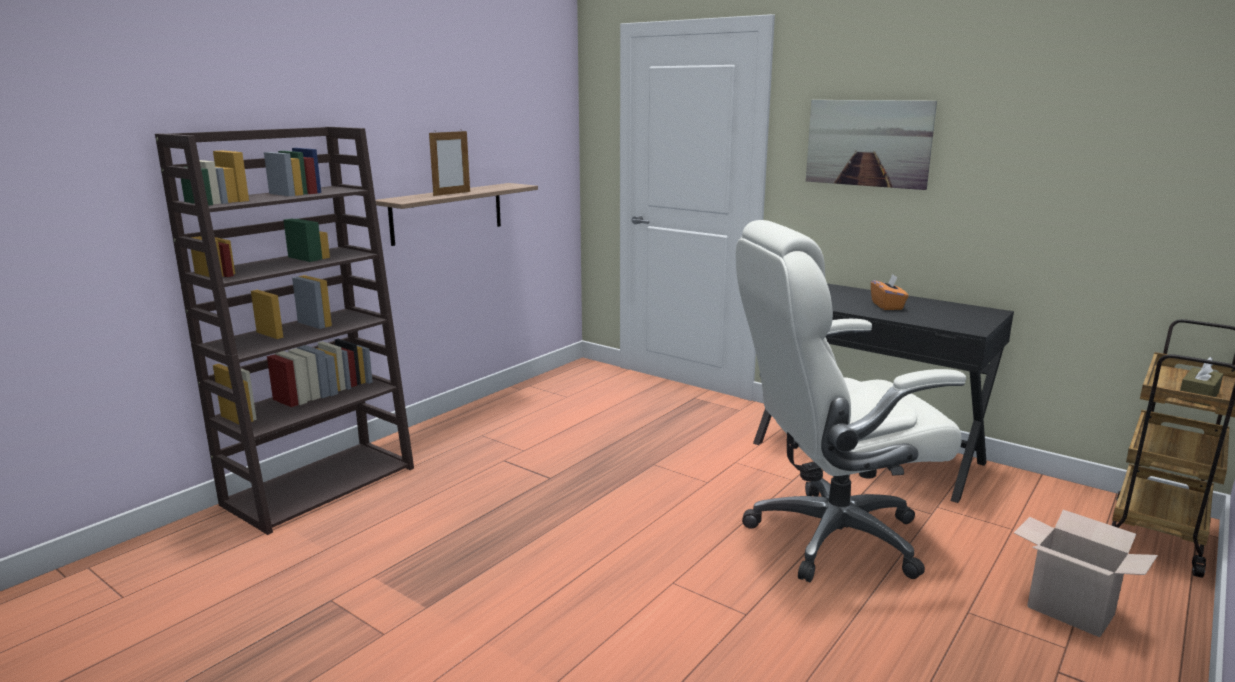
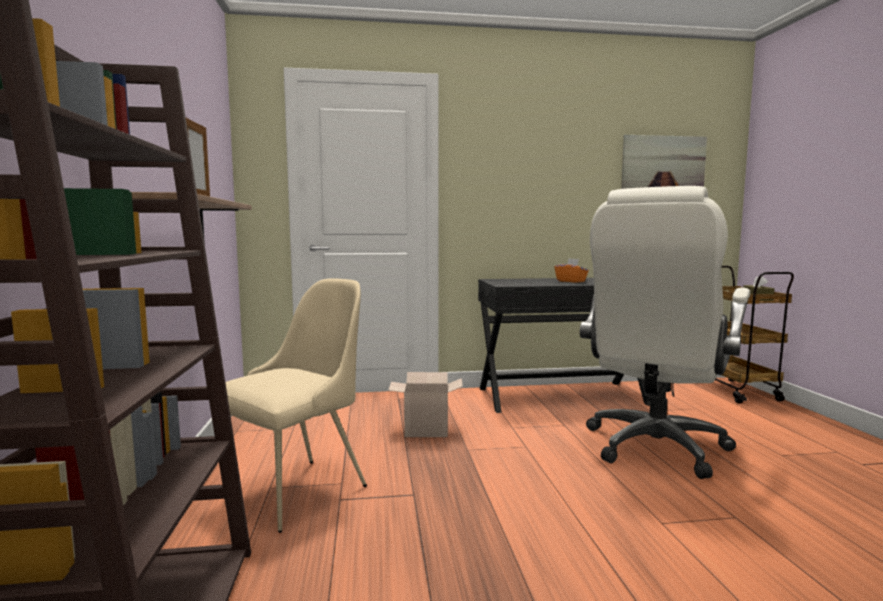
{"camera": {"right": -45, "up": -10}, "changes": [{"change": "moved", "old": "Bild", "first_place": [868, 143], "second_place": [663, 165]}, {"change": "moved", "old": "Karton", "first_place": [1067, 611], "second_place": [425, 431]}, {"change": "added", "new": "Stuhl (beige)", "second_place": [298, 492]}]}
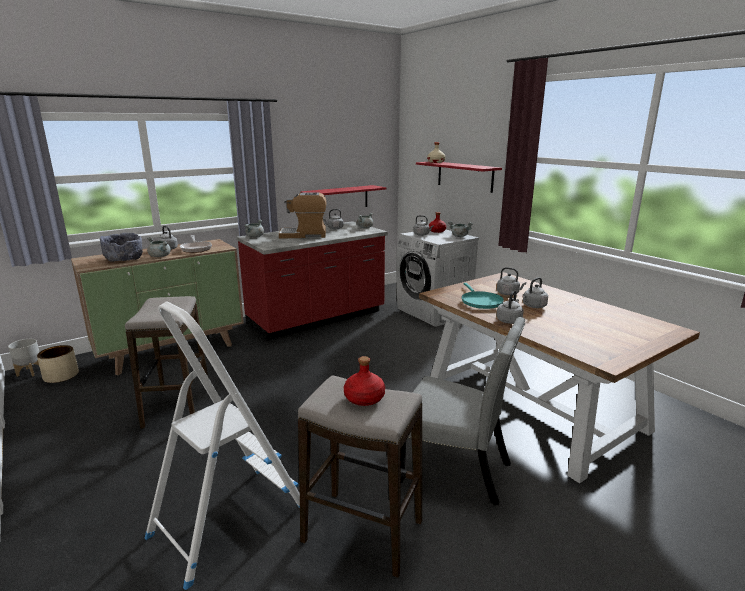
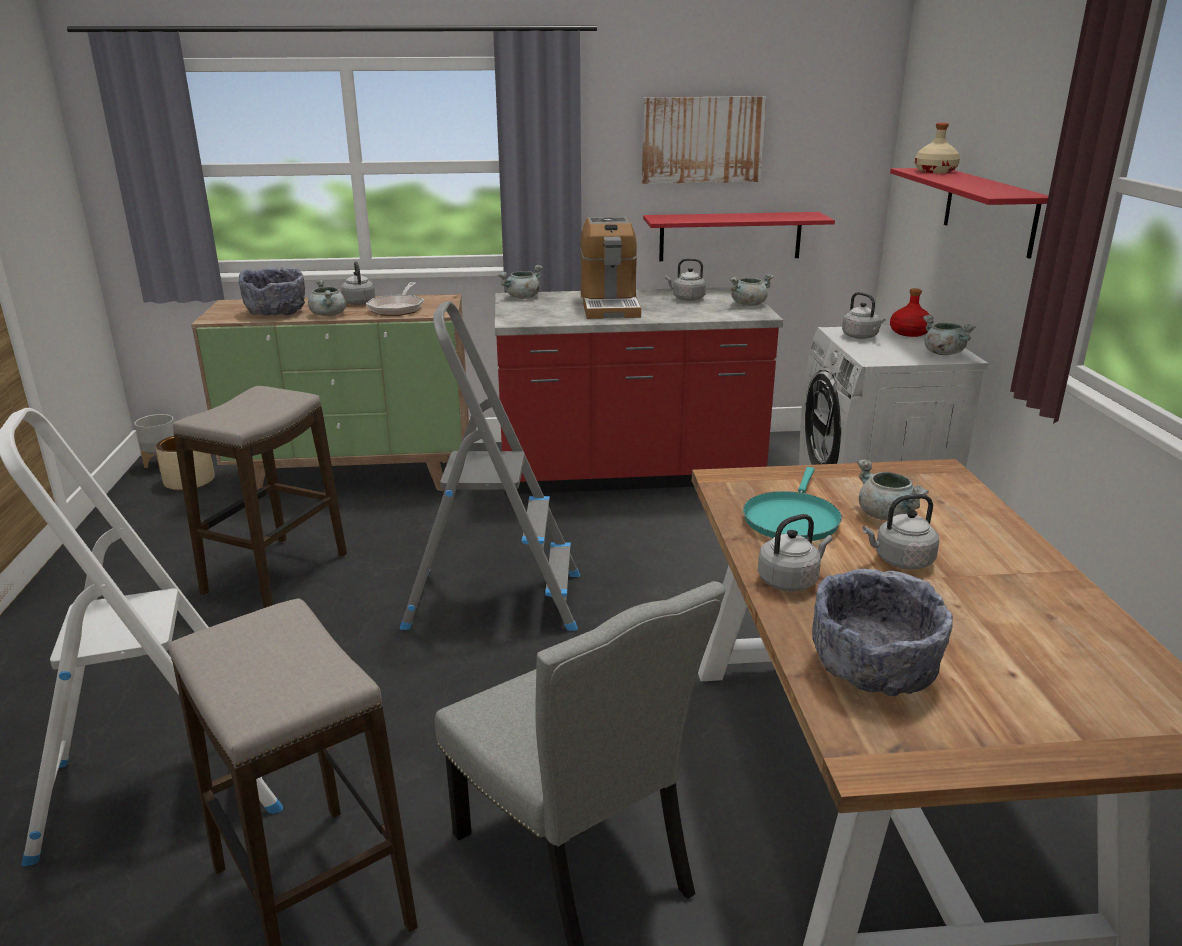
{"camera": {"right": 30, "up": 5}, "changes": [{"change": "turned", "old": "Kaffeemaschine", "first_place": [304, 235], "second_place": [609, 305], "degrees": -120}, {"change": "removed", "old": "Flasche (rot)", "first_place": [364, 398]}, {"change": "replaced", "old": "Wasserkessel (grau)", "new": "Kochtopf (grau)", "first_place": [509, 293], "second_place": [887, 515]}, {"change": "added", "new": "Trittleiter (grau)", "second_place": [496, 600]}, {"change": "added", "new": "Bild", "second_place": [702, 140]}, {"change": "added", "new": "Schüssel (grau)", "second_place": [874, 668]}]}
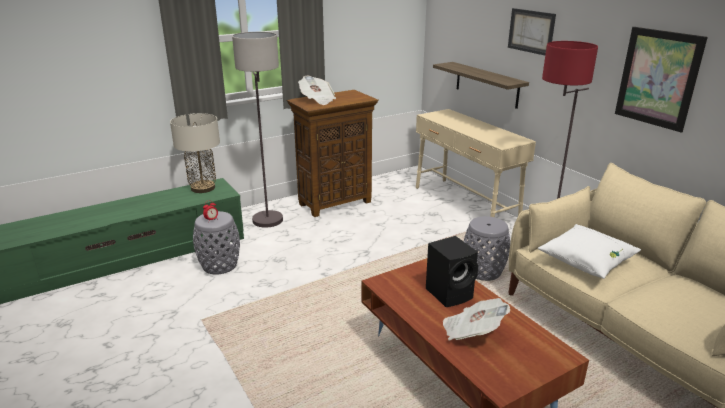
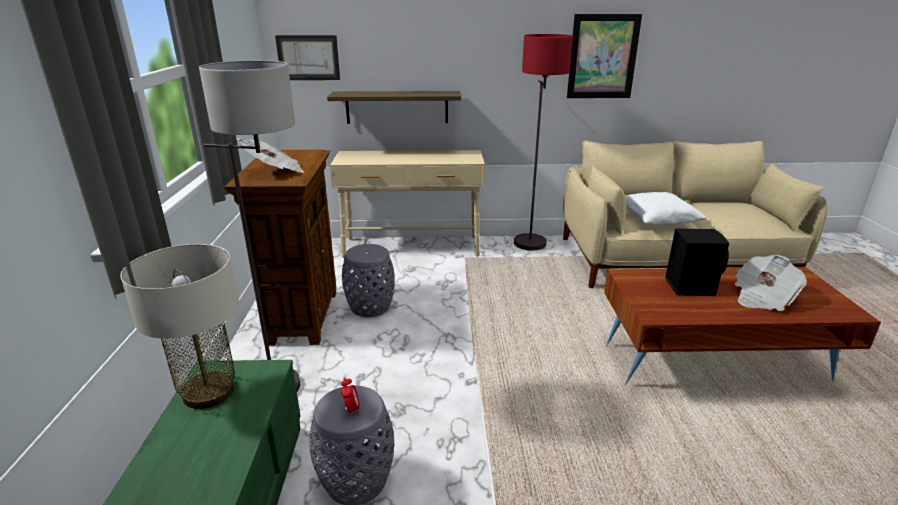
{"camera": {"right": -60, "up": 0}, "changes": [{"change": "moved", "old": "Hocker (grau)", "first_place": [483, 271], "second_place": [370, 307]}, {"change": "moved", "old": "Bild", "first_place": [531, 31], "second_place": [308, 57]}]}
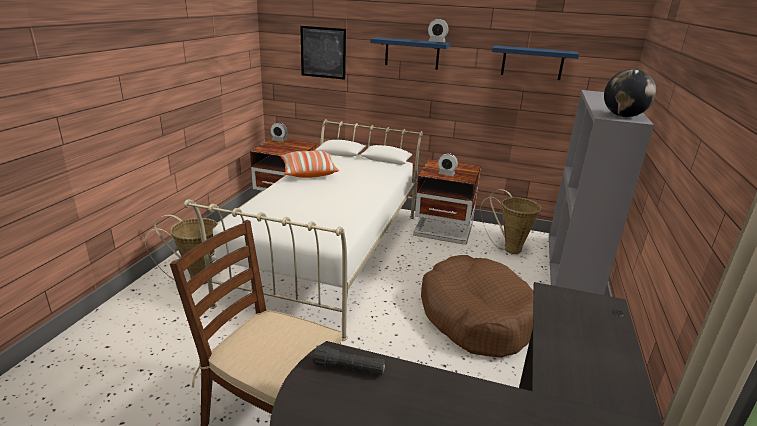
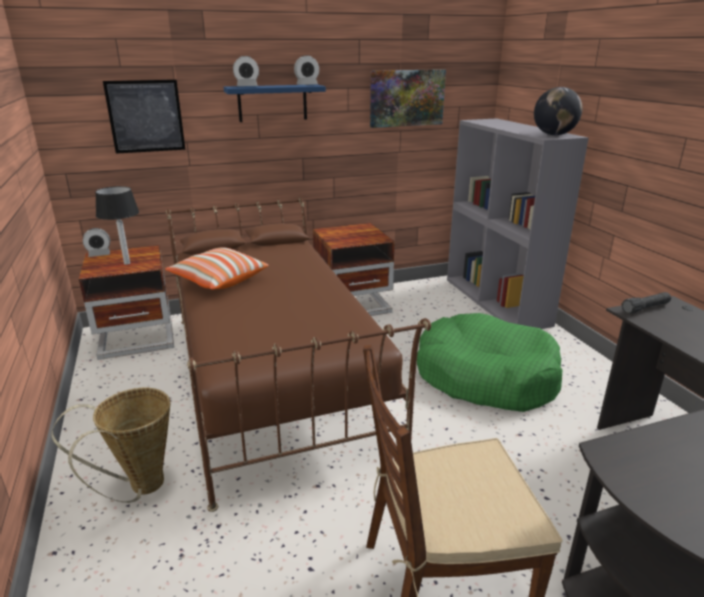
{"camera": {"right": -35, "up": 0}, "changes": [{"change": "recoloured", "old": "Bett (weiß)", "new": "Bett (braun)", "first_place": [329, 255], "second_place": [273, 378]}, {"change": "moved", "old": "Taschenlampe (schwarz)", "first_place": [349, 368], "second_place": [645, 308]}, {"change": "recoloured", "old": "Hundebett (braun)", "new": "Hundebett (grün)", "first_place": [476, 317], "second_place": [485, 376]}, {"change": "moved", "old": "Wecker", "first_place": [446, 174], "second_place": [247, 86]}, {"change": "removed", "old": "Korb", "first_place": [508, 249]}, {"change": "replaced", "old": "Wandregal (blau)", "new": "Bild", "first_place": [532, 63], "second_place": [406, 98]}, {"change": "added", "new": "Tischlampe", "second_place": [127, 263]}]}
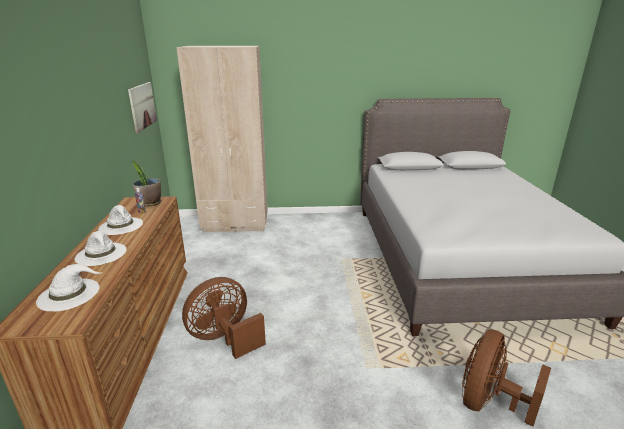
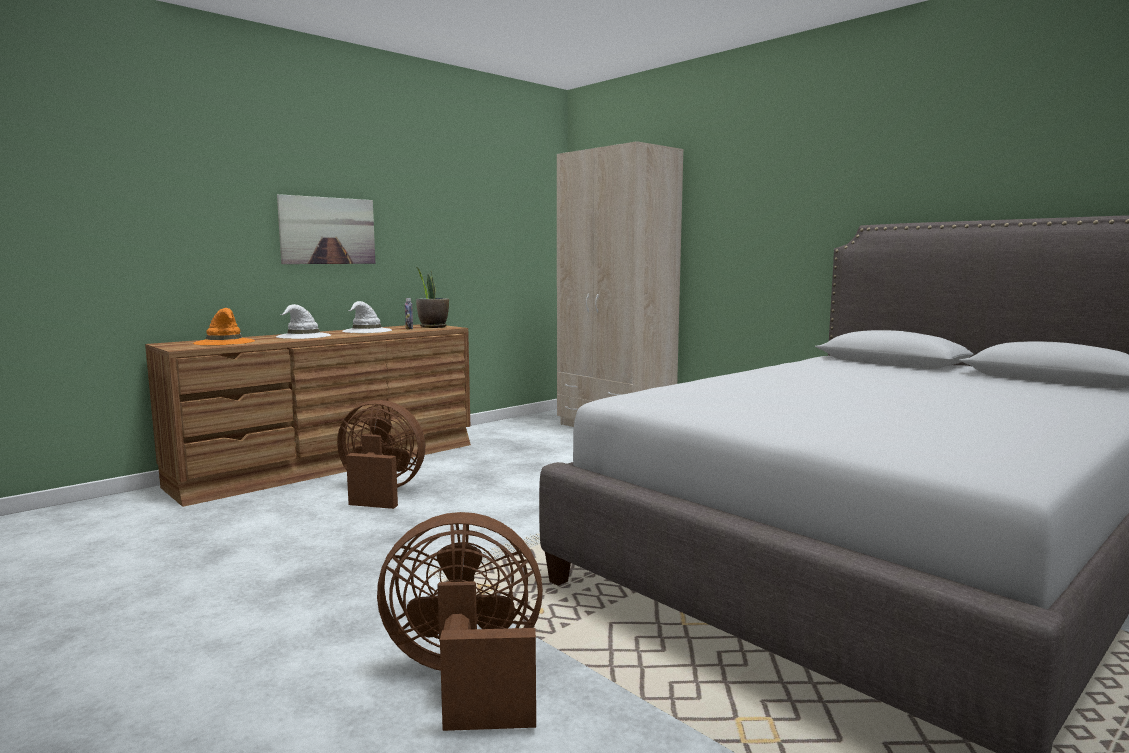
{"camera": {"right": 50, "up": -15}, "changes": [{"change": "recoloured", "old": "Hut (weiß)", "new": "Hut (orange)", "first_place": [69, 294], "second_place": [225, 342]}, {"change": "moved", "old": "Bild", "first_place": [142, 106], "second_place": [327, 230]}]}
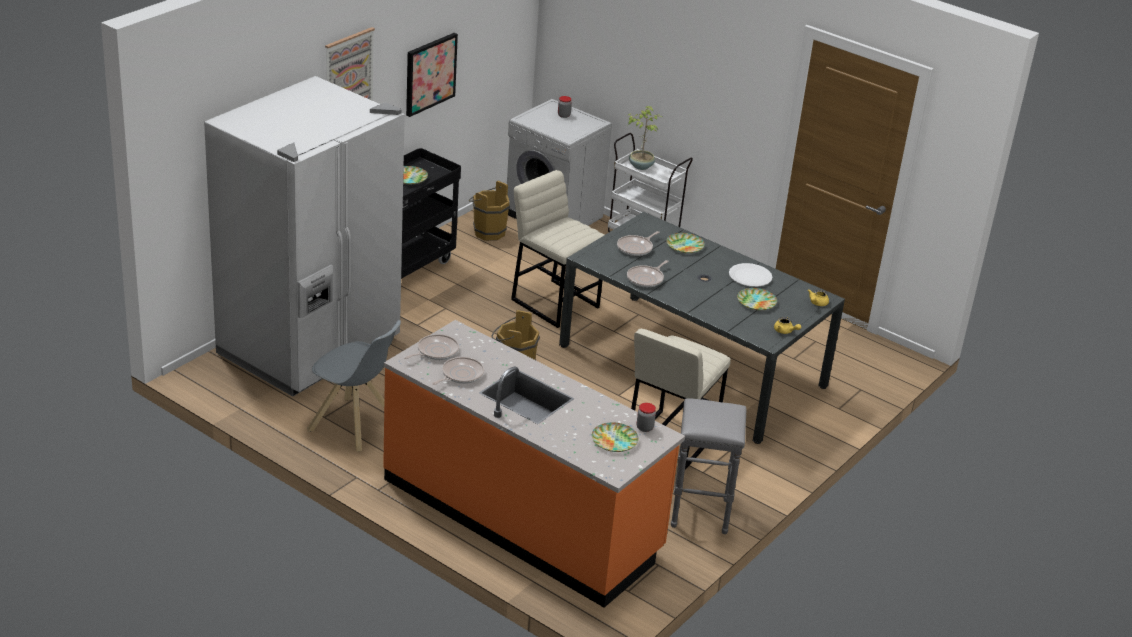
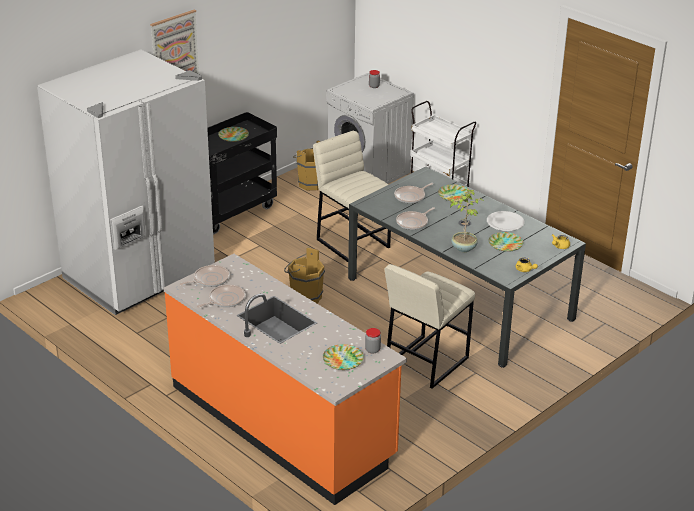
{"camera": {"right": 10, "up": 0}, "changes": [{"change": "removed", "old": "Stuhl (grau)", "first_place": [355, 425]}, {"change": "removed", "old": "Bild", "first_place": [430, 73]}, {"change": "moved", "old": "Topfpflanze", "first_place": [641, 166], "second_place": [464, 248]}, {"change": "removed", "old": "Hocker (grau)", "first_place": [701, 514]}]}
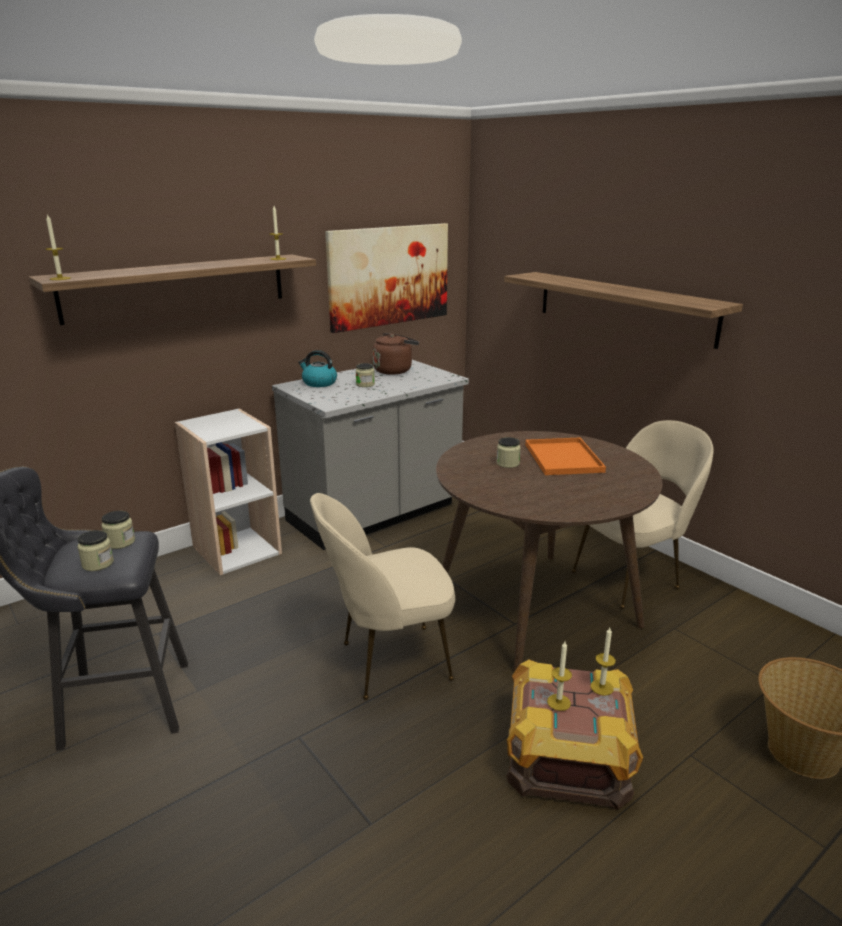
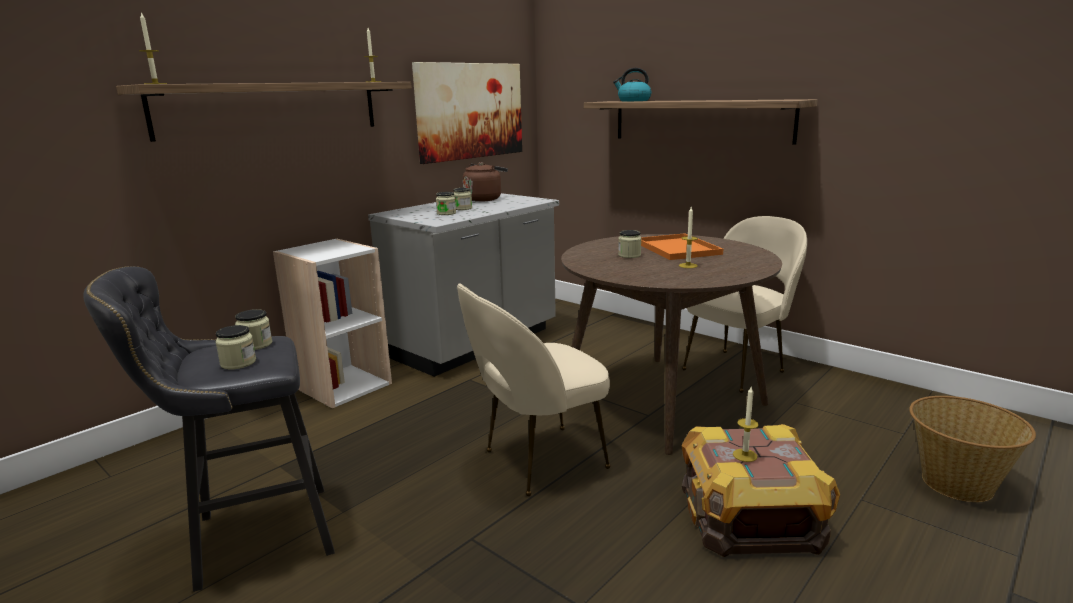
{"camera": {"right": -10, "up": -5}, "changes": [{"change": "moved", "old": "Wasserkessel", "first_place": [319, 383], "second_place": [633, 101]}, {"change": "moved", "old": "Kerze", "first_place": [602, 687], "second_place": [688, 265]}, {"change": "added", "new": "Vorratsglas", "second_place": [446, 213]}]}
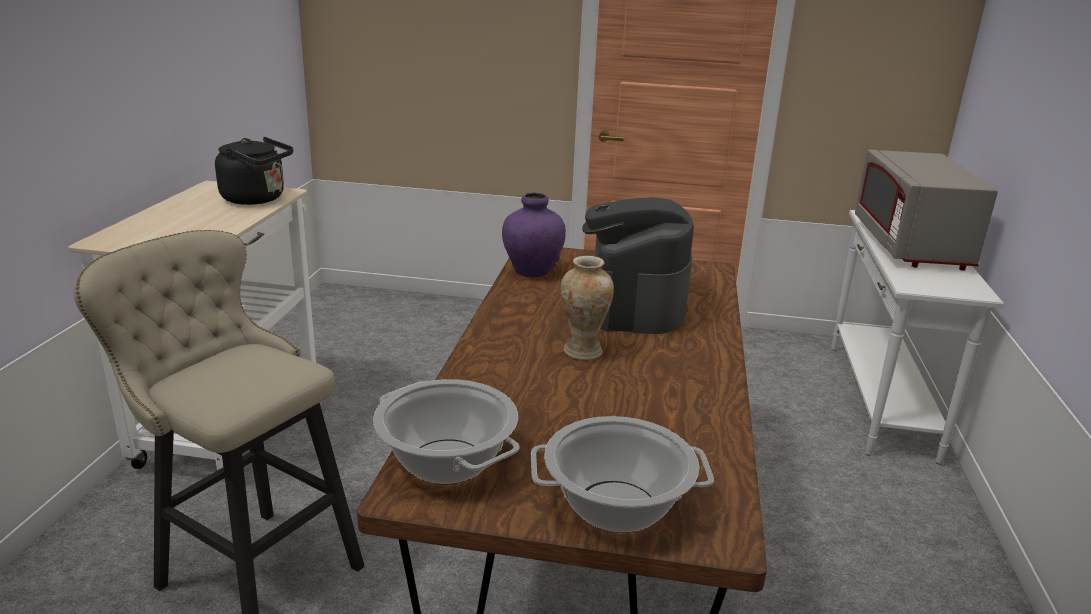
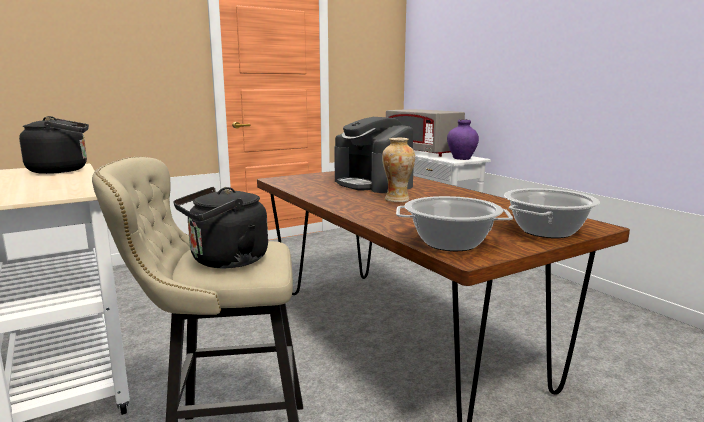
{"camera": {"right": -40, "up": -10}, "changes": [{"change": "moved", "old": "Vase (lila)", "first_place": [532, 271], "second_place": [461, 158]}, {"change": "added", "new": "Wasserkessel (schwarz)", "second_place": [225, 261]}]}
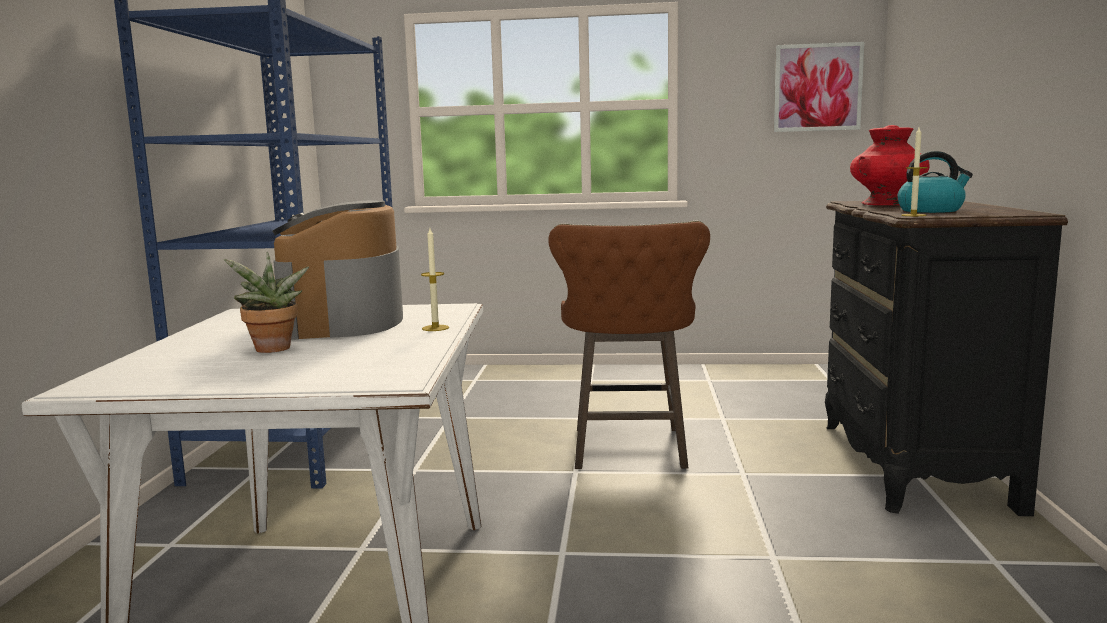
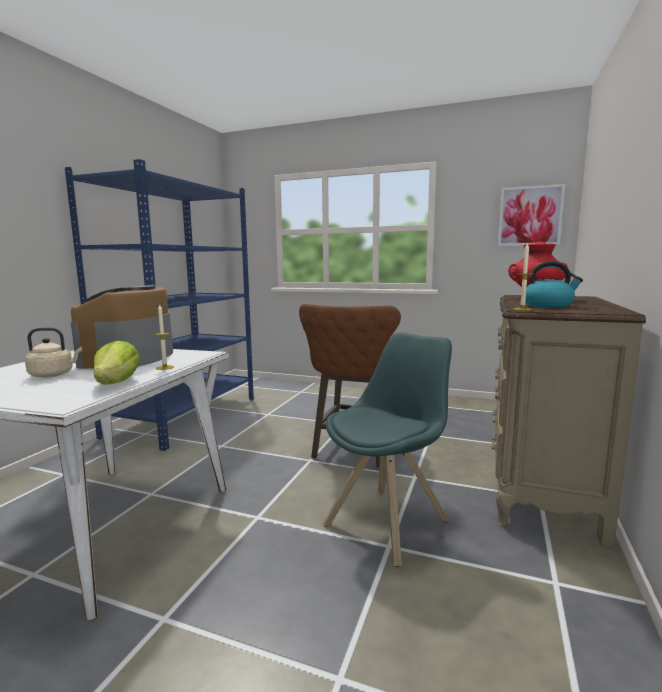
{"camera": {"right": 15, "up": 0}, "changes": [{"change": "replaced", "old": "Topfpflanze", "new": "Wasserkessel (beige)", "first_place": [272, 350], "second_place": [54, 375]}, {"change": "recoloured", "old": "Kommode (schwarz)", "new": "Kommode (beige)", "first_place": [909, 465], "second_place": [539, 488]}, {"change": "added", "new": "Salatkopf", "second_place": [117, 382]}, {"change": "added", "new": "Stuhl (türkis)", "second_place": [388, 522]}]}
